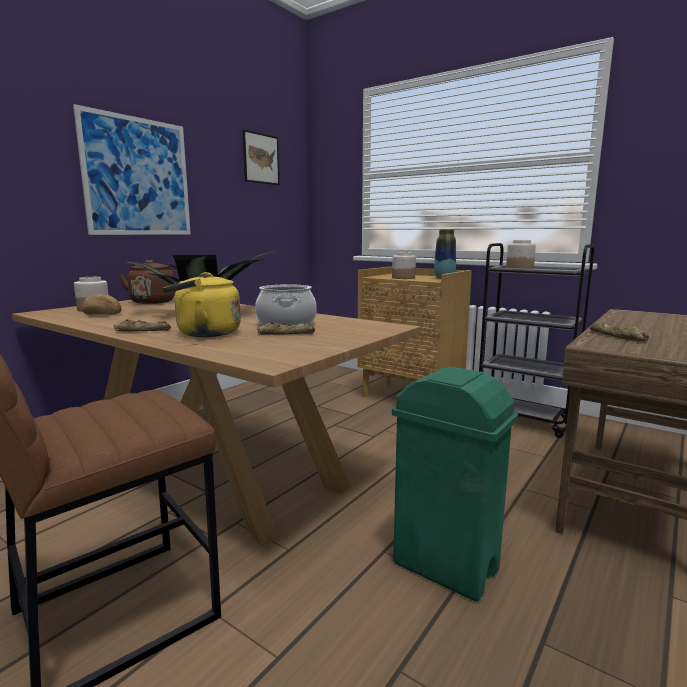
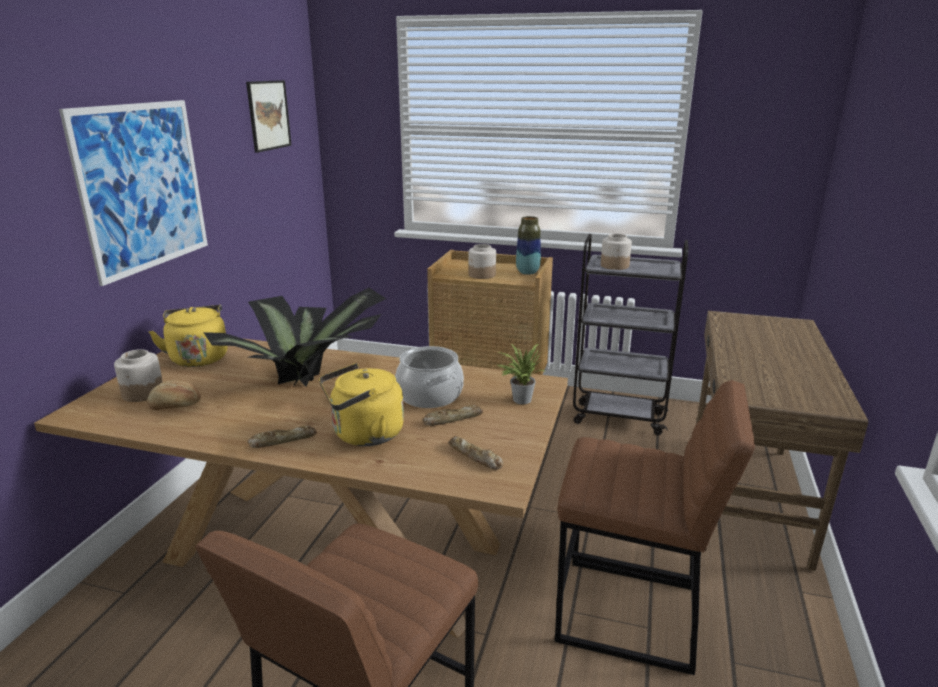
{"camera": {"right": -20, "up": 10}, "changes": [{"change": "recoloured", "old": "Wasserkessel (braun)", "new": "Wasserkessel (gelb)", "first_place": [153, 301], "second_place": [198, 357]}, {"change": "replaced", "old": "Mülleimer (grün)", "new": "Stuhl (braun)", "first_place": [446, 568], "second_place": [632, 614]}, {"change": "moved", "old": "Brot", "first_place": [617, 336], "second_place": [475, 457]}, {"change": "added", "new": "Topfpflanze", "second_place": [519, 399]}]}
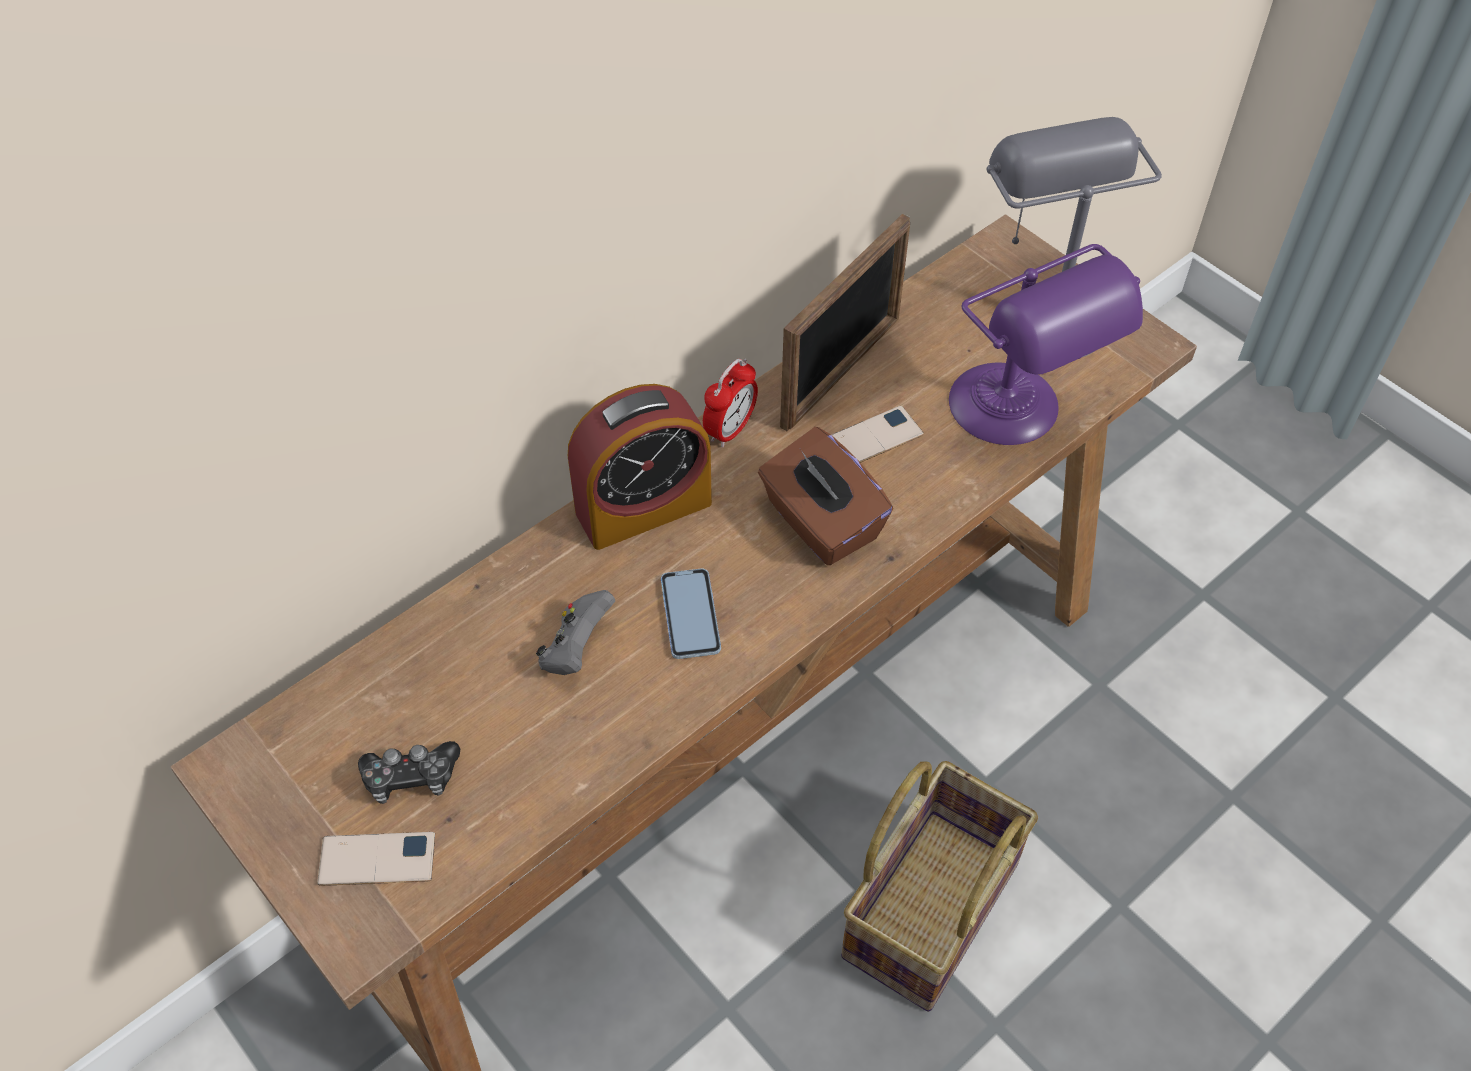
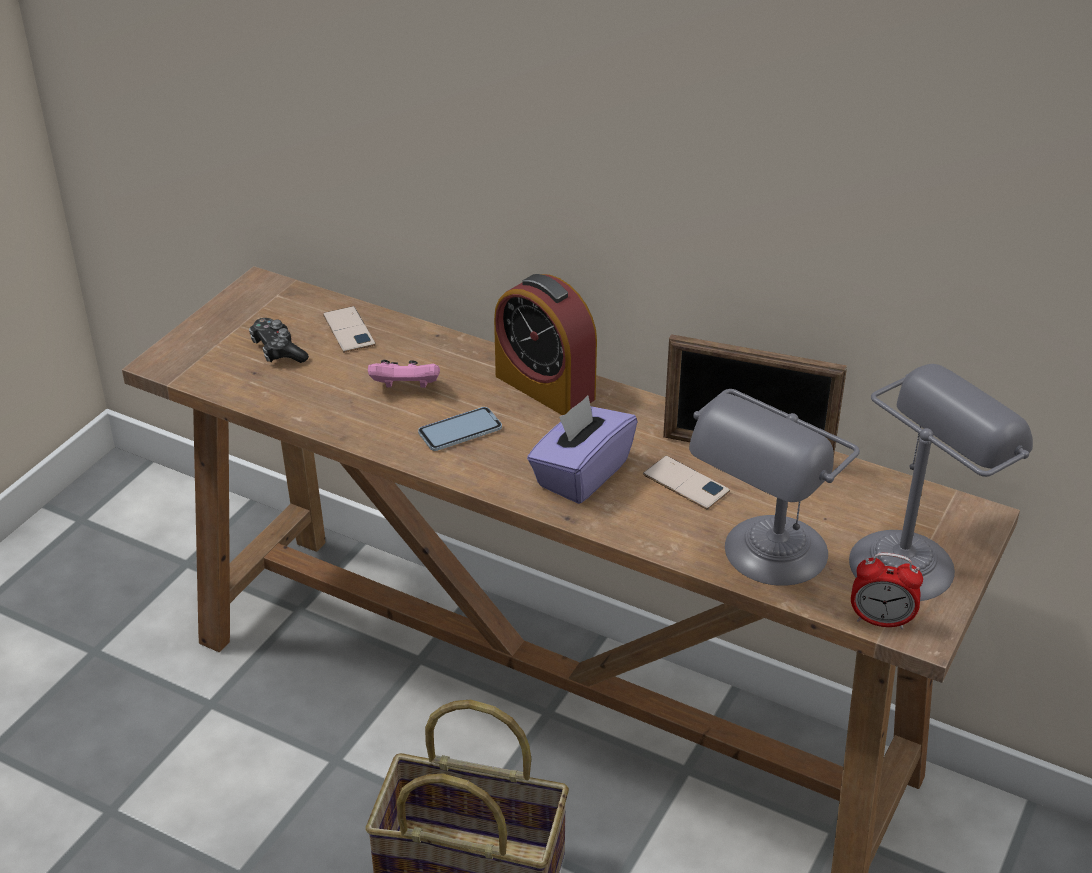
{"camera": {"right": 70, "up": -15}, "changes": [{"change": "moved", "old": "Handy", "first_place": [377, 859], "second_place": [349, 330]}, {"change": "recoloured", "old": "Gamepad (grau)", "new": "Gamepad (rosa)", "first_place": [576, 649], "second_place": [406, 388]}, {"change": "moved", "old": "Wecker", "first_place": [730, 430], "second_place": [881, 621]}, {"change": "recoloured", "old": "Taschentuchbox (braun)", "new": "Taschentuchbox (lila)", "first_place": [821, 522], "second_place": [581, 474]}, {"change": "recoloured", "old": "Tischlampe (lila)", "new": "Tischlampe (grau)", "first_place": [1020, 417], "second_place": [766, 563]}]}
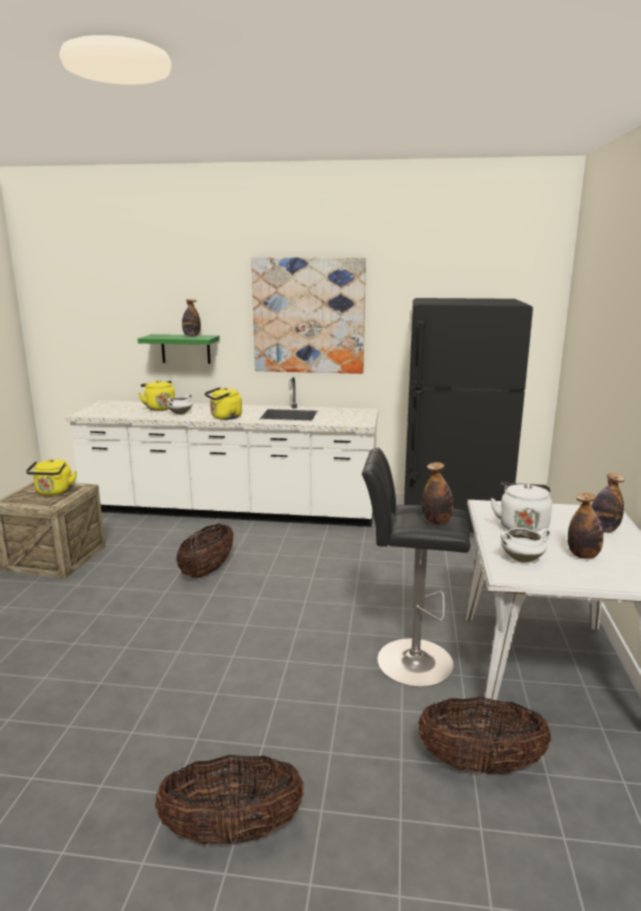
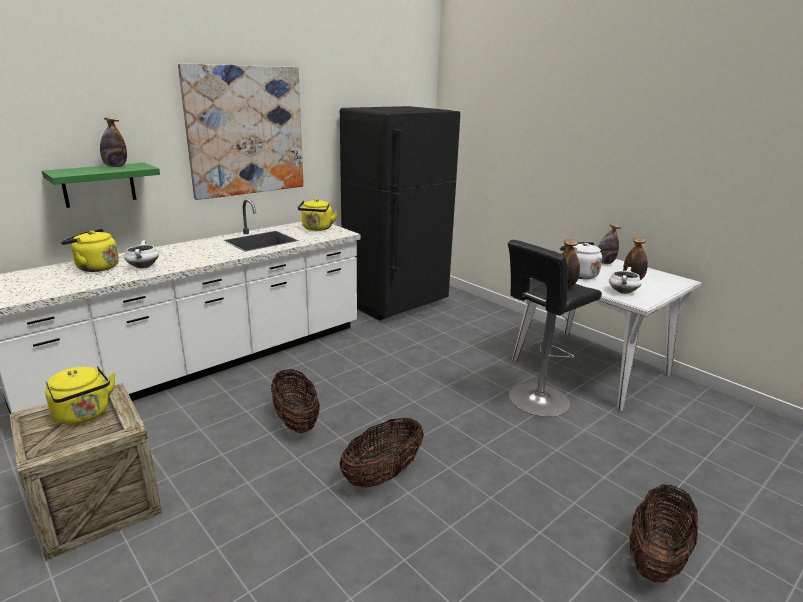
{"camera": {"right": -50, "up": 5}, "changes": [{"change": "moved", "old": "Wasserkessel (gelb)", "first_place": [224, 417], "second_place": [317, 229]}, {"change": "moved", "old": "Korb", "first_place": [480, 764], "second_place": [383, 475]}]}
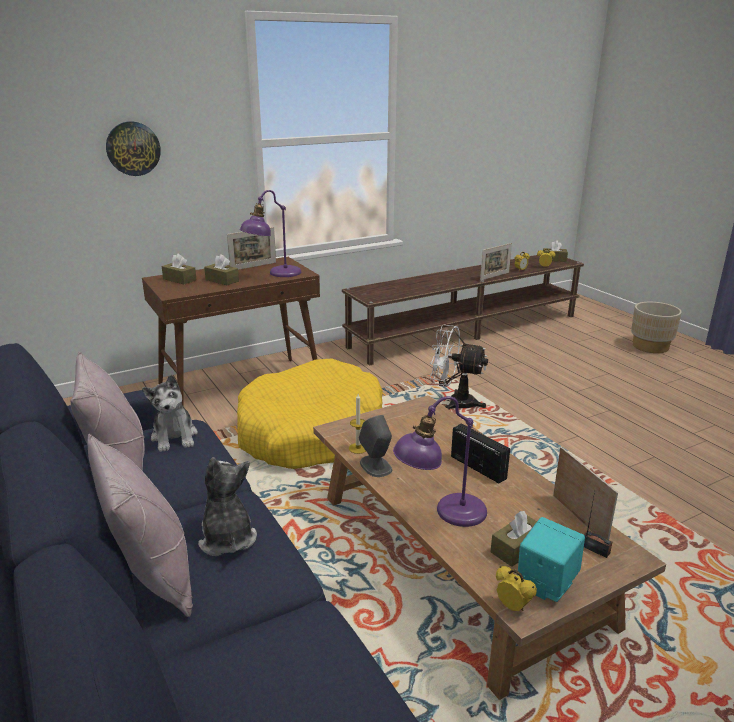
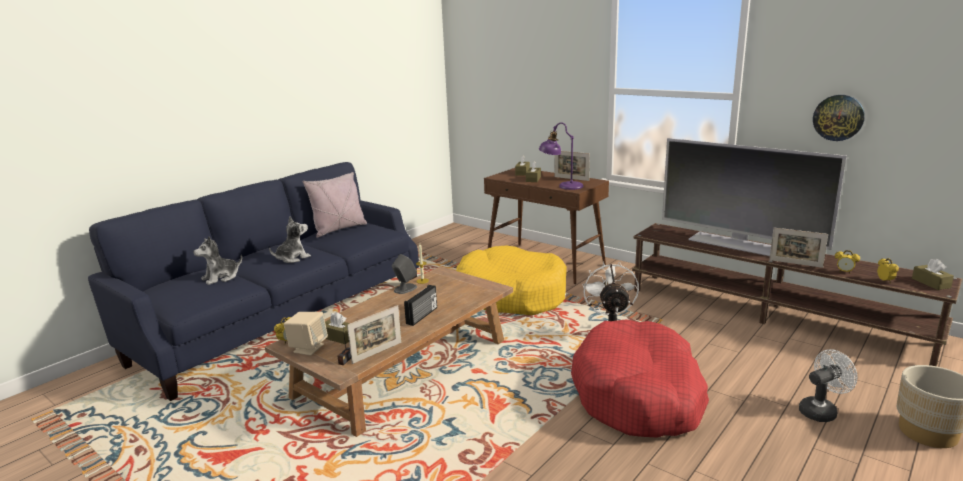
{"camera": {"right": 70, "up": -5}, "changes": [{"change": "removed", "old": "Kissen (lila)", "first_place": [152, 575]}, {"change": "moved", "old": "Wanduhr", "first_place": [133, 148], "second_place": [838, 117]}, {"change": "moved", "old": "Plüschtier", "first_place": [175, 437], "second_place": [221, 278]}, {"change": "removed", "old": "Tischlampe (lila)", "first_place": [440, 514]}, {"change": "recoloured", "old": "Lautsprecher (türkis)", "new": "Lautsprecher (beige)", "first_place": [545, 584], "second_place": [308, 348]}, {"change": "added", "new": "Hundebett (rot)", "second_place": [638, 395]}, {"change": "added", "new": "Fernseher", "second_place": [738, 244]}, {"change": "added", "new": "Ventilator (weiß)", "second_place": [821, 411]}]}
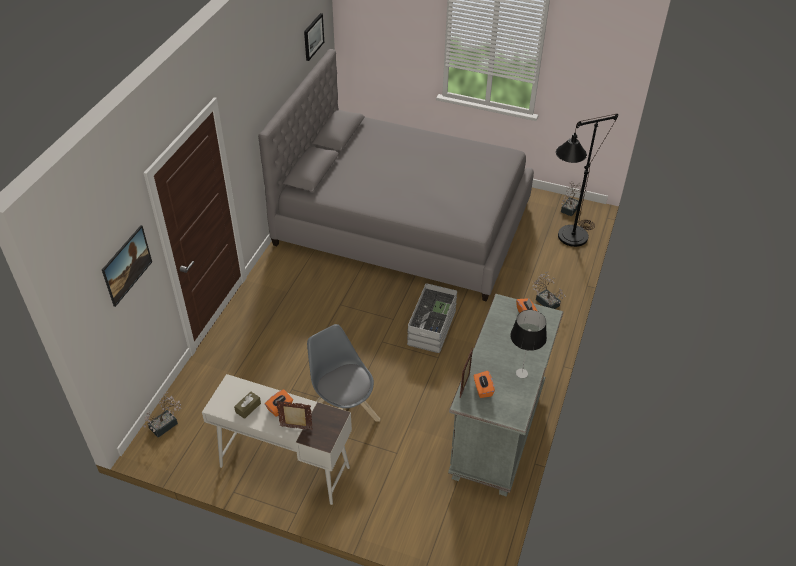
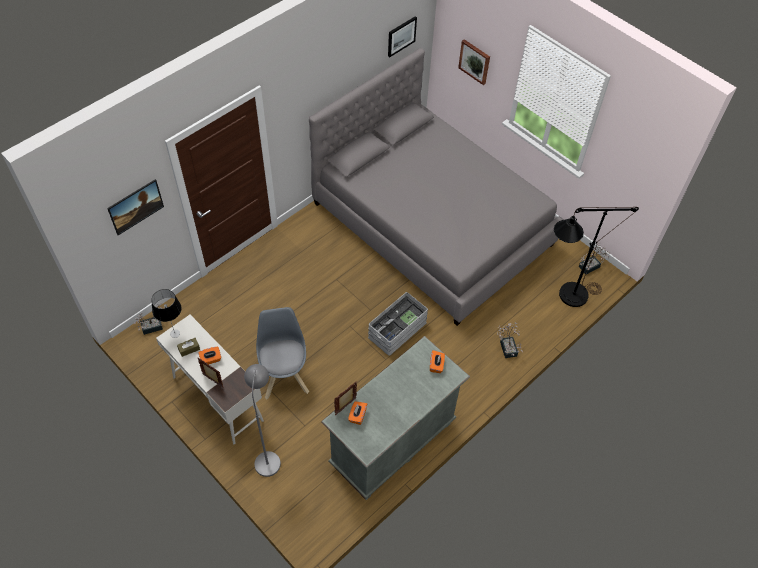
{"camera": {"right": 25, "up": 10}, "changes": [{"change": "moved", "old": "Tischlampe", "first_place": [522, 373], "second_place": [175, 333]}, {"change": "added", "new": "Stehlampe (grau)", "second_place": [268, 456]}, {"change": "added", "new": "Bild", "second_place": [475, 61]}]}
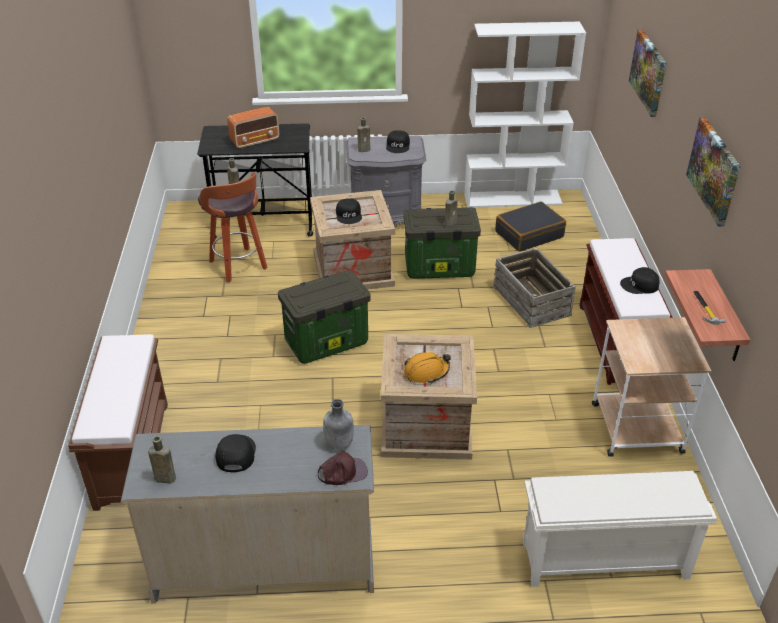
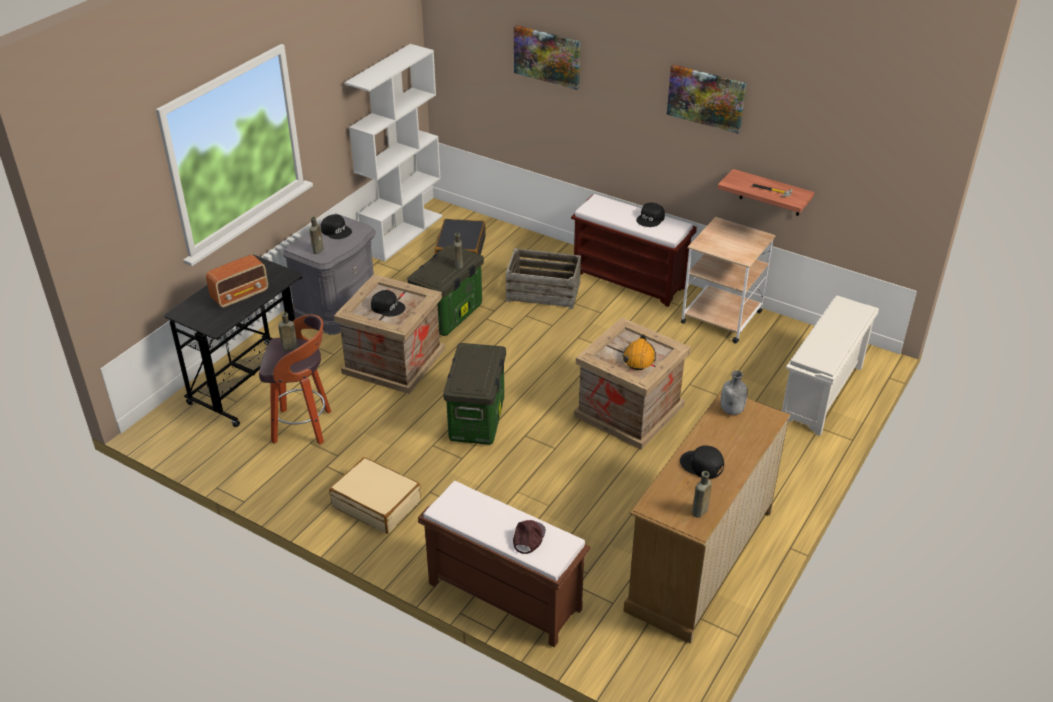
{"camera": {"right": -55, "up": 0}, "changes": [{"change": "recoloured", "old": "Schrank (grau)", "new": "Schrank (braun)", "first_place": [263, 563], "second_place": [699, 560]}, {"change": "turned", "old": "Radio", "first_place": [255, 141], "second_place": [241, 295], "degrees": 45}, {"change": "moved", "old": "Kappe (braun)", "first_place": [342, 472], "second_place": [528, 538]}, {"change": "added", "new": "Koffer (beige)", "second_place": [377, 503]}]}
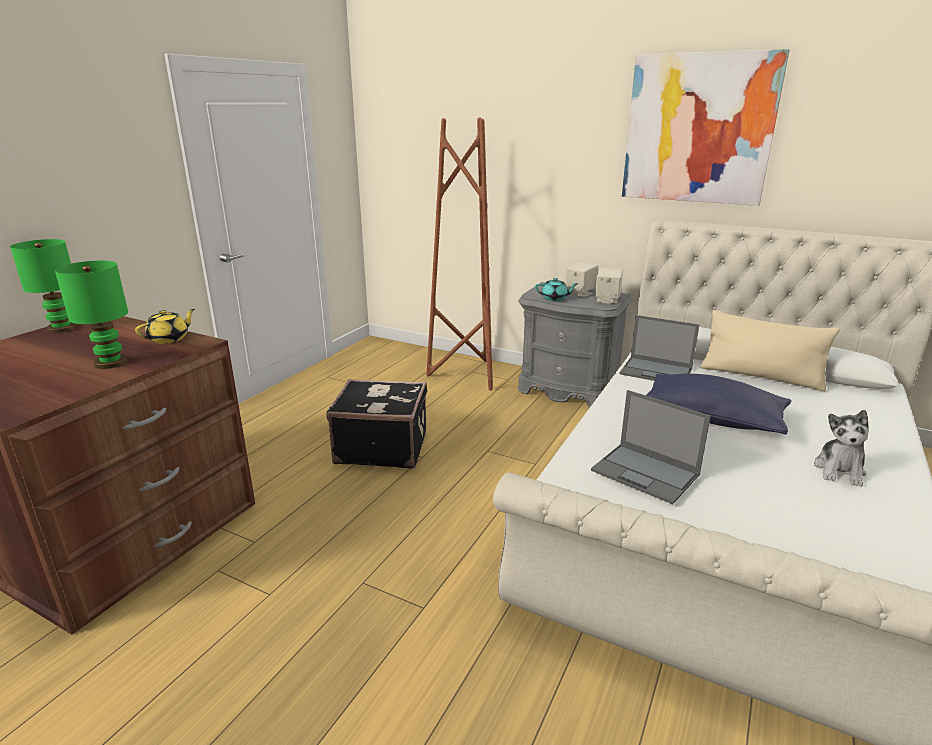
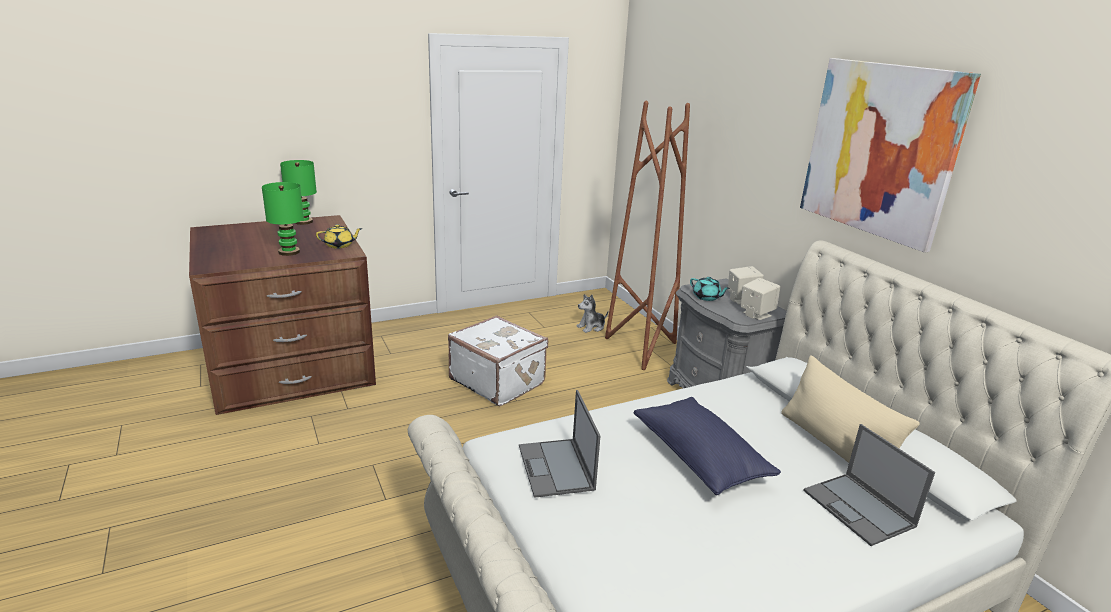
{"camera": {"right": 35, "up": 0}, "changes": [{"change": "recoloured", "old": "Koffer (schwarz)", "new": "Koffer (weiß)", "first_place": [381, 447], "second_place": [498, 381]}, {"change": "moved", "old": "Laptop", "first_place": [657, 371], "second_place": [859, 509]}, {"change": "moved", "old": "Plüschtier", "first_place": [839, 470], "second_place": [591, 327]}]}
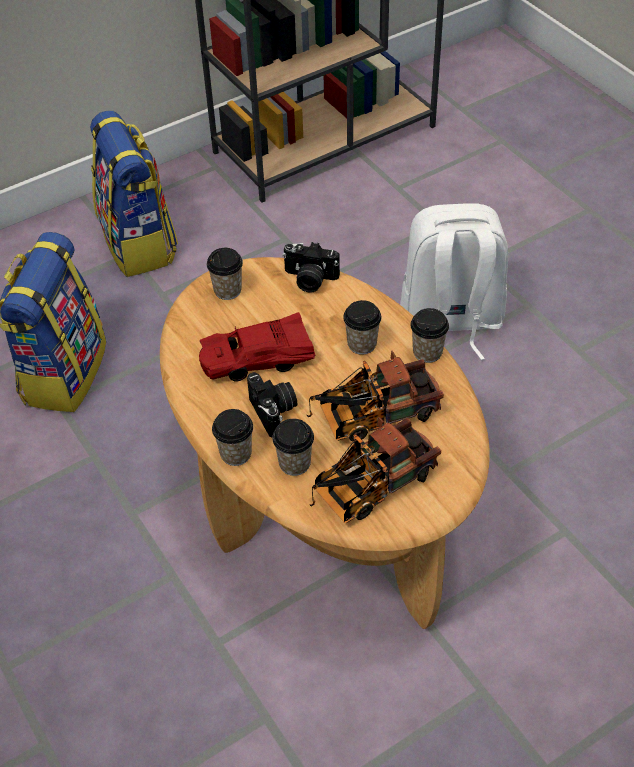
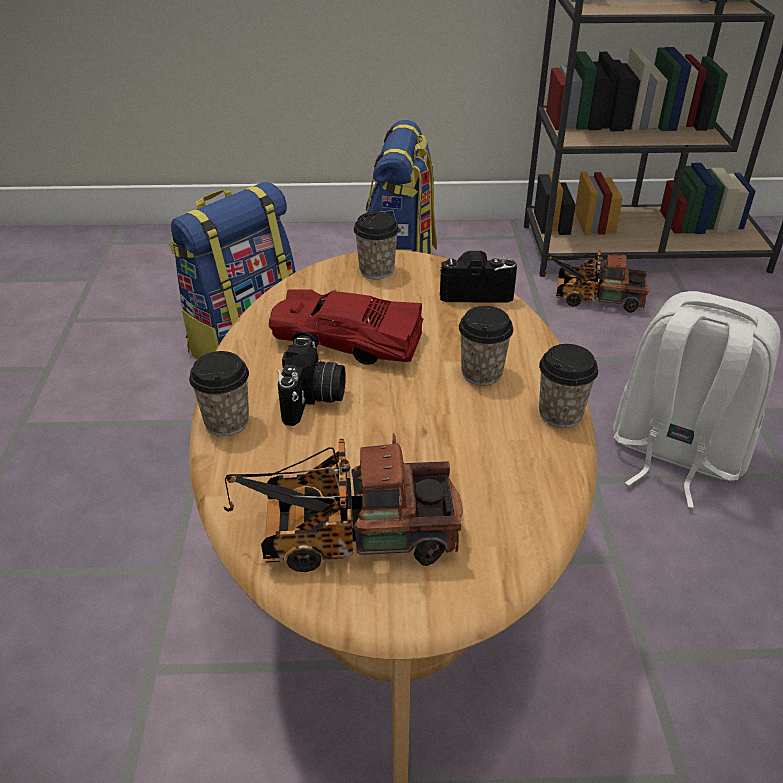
{"camera": {"right": 30, "up": -10}, "changes": [{"change": "removed", "old": "Tasse", "first_place": [294, 463]}, {"change": "turned", "old": "Kamera", "first_place": [309, 279], "second_place": [475, 291], "degrees": 135}, {"change": "moved", "old": "Spielzeuglaster", "first_place": [372, 416], "second_place": [592, 298]}]}
